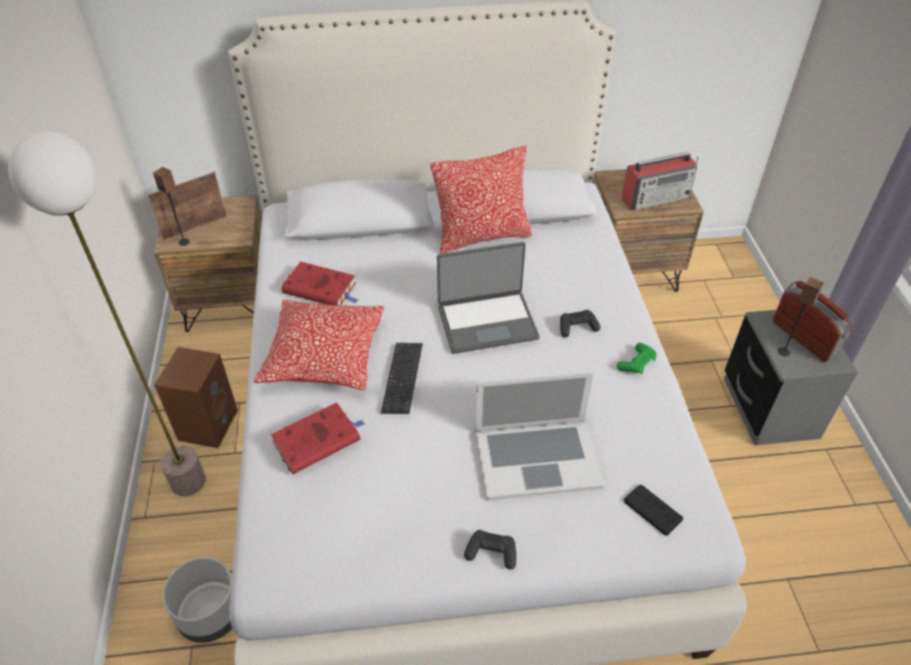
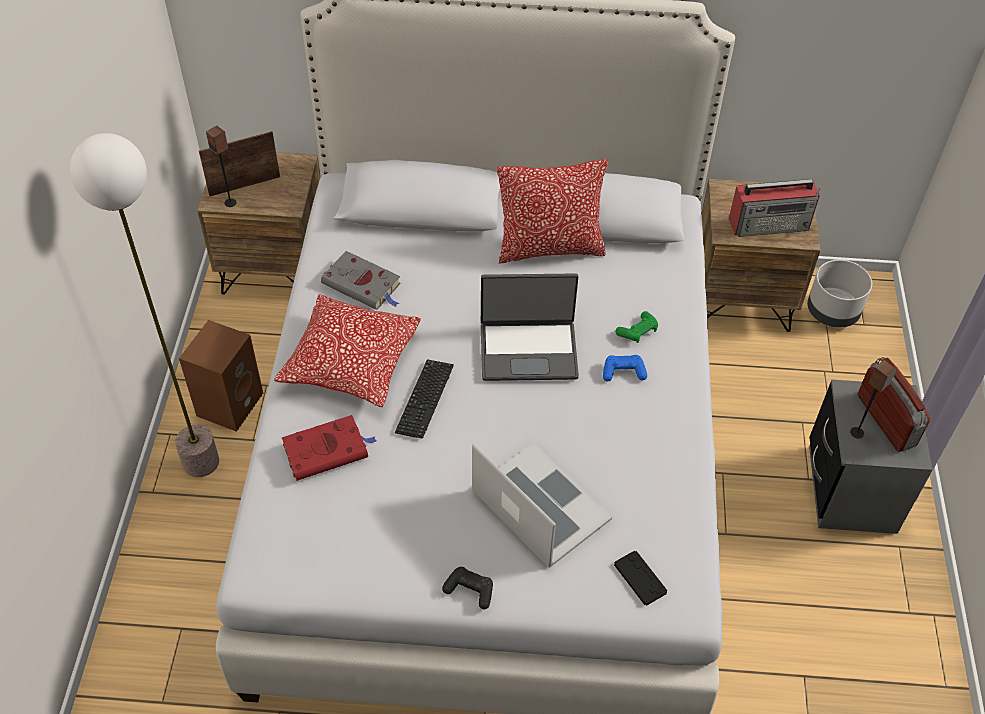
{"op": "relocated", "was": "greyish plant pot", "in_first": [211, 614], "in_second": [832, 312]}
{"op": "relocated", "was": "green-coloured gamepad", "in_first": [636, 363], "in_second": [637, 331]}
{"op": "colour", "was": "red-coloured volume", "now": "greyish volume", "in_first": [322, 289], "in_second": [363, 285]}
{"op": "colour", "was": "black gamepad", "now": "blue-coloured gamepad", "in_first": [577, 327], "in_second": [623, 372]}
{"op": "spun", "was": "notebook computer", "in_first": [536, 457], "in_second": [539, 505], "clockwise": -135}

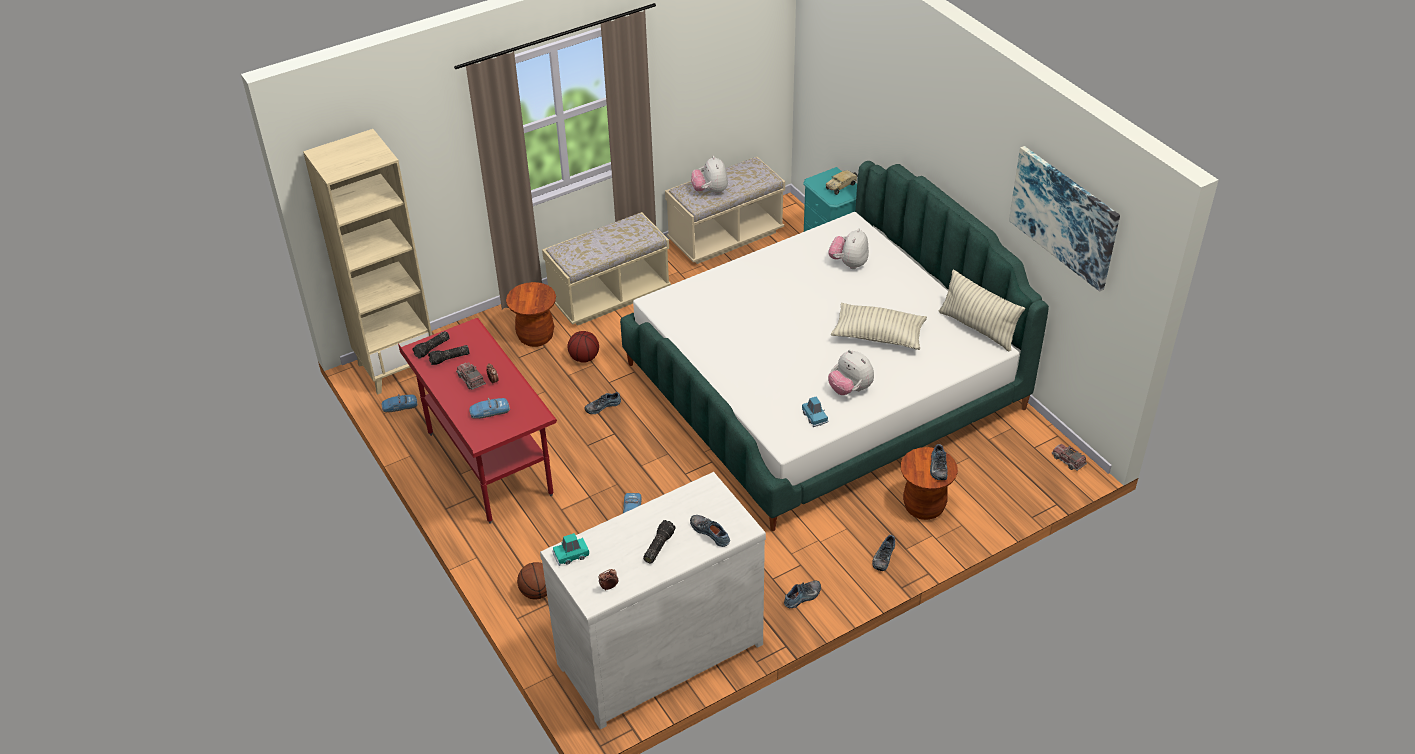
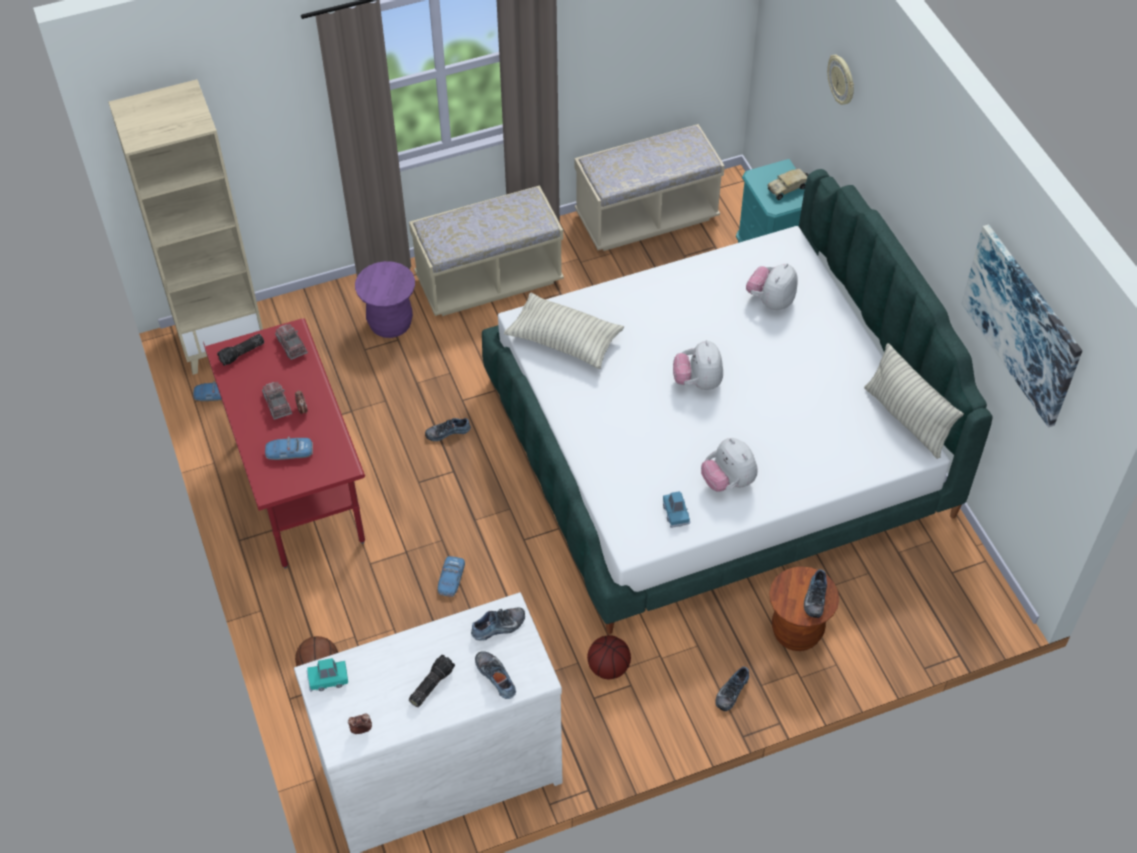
{"op": "missing", "was": "flashlight", "in_first": [449, 359]}
{"op": "appeared", "now": "hanging clock", "in_second": [842, 80]}
{"op": "relocated", "was": "basketball", "in_first": [584, 358], "in_second": [608, 667]}
{"op": "relocated", "was": "cuddly toy", "in_first": [710, 191], "in_second": [698, 382]}
{"op": "relocated", "was": "low shoe", "in_first": [803, 597], "in_second": [499, 627]}
{"op": "relocated", "was": "cushion", "in_first": [878, 336], "in_second": [564, 340]}
{"op": "relocated", "was": "model truck", "in_first": [1068, 460], "in_second": [291, 345]}
{"op": "colour", "was": "brown stool", "now": "purple stool", "in_first": [536, 336], "in_second": [390, 324]}

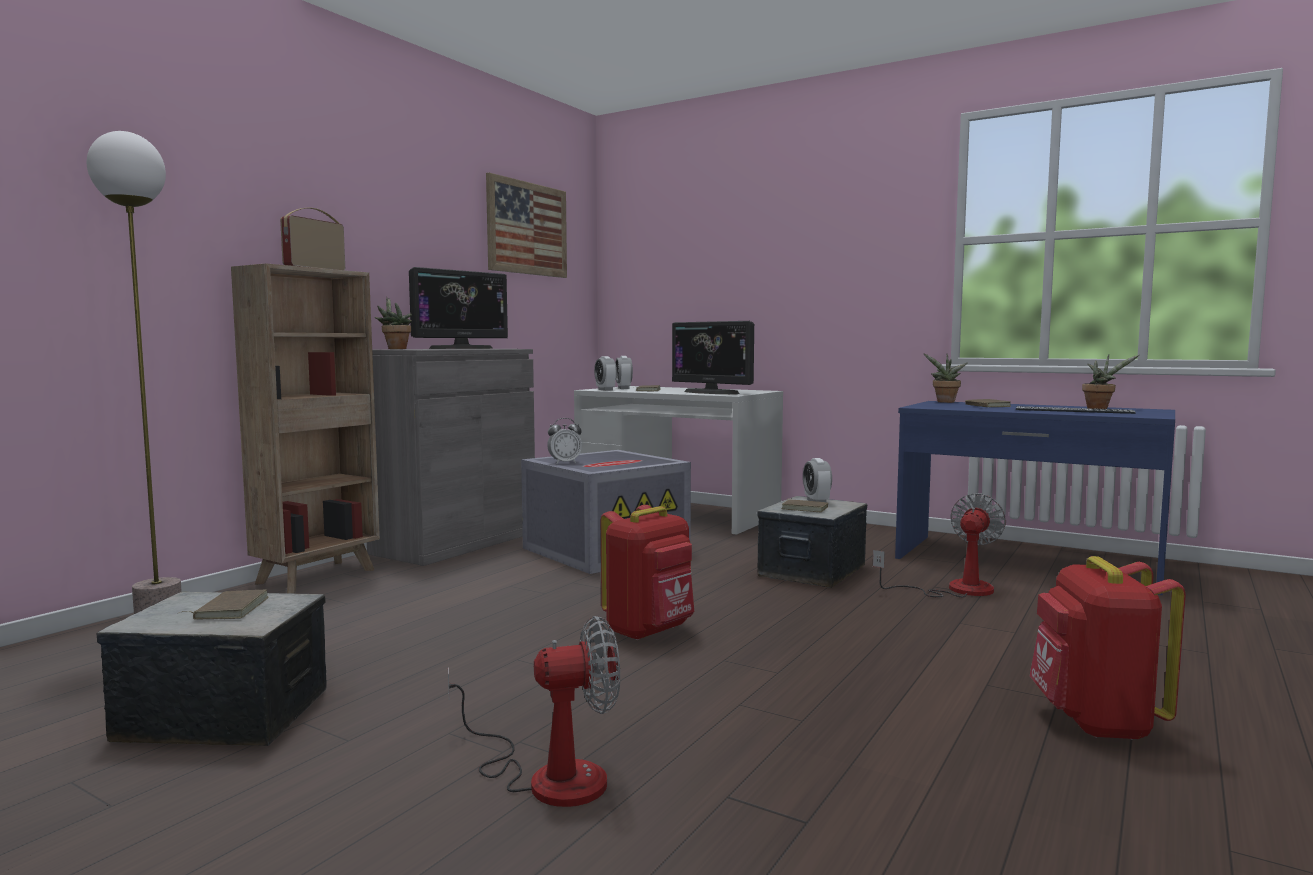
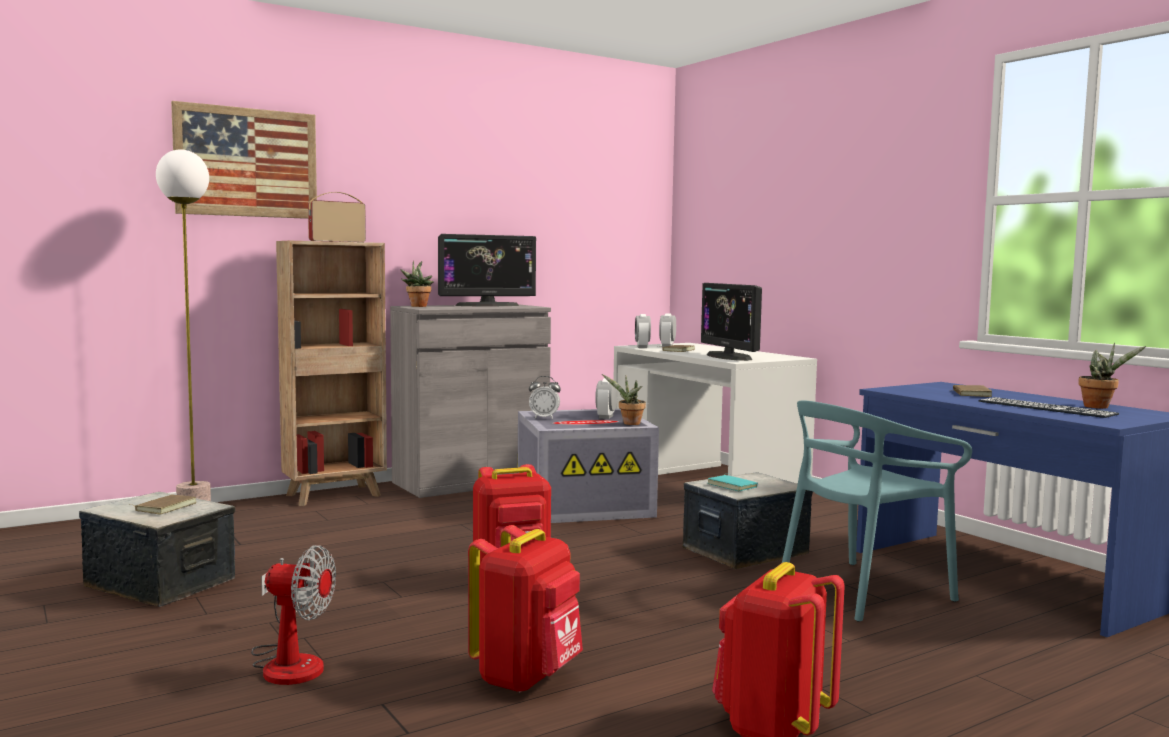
{"op": "appeared", "now": "red-coloured backpack", "in_second": [527, 677]}
{"op": "relocated", "was": "picture", "in_first": [527, 228], "in_second": [246, 162]}
{"op": "relocated", "was": "table clock", "in_first": [816, 501], "in_second": [606, 417]}
{"op": "relocated", "was": "plant in a pot", "in_first": [945, 402], "in_second": [629, 423]}
{"op": "exchanged", "was": "cooling fan", "now": "turquoise plain chair", "in_first": [955, 590], "in_second": [862, 591]}
{"op": "colour", "was": "brown volume", "now": "turquoise volume", "in_first": [805, 508], "in_second": [733, 485]}

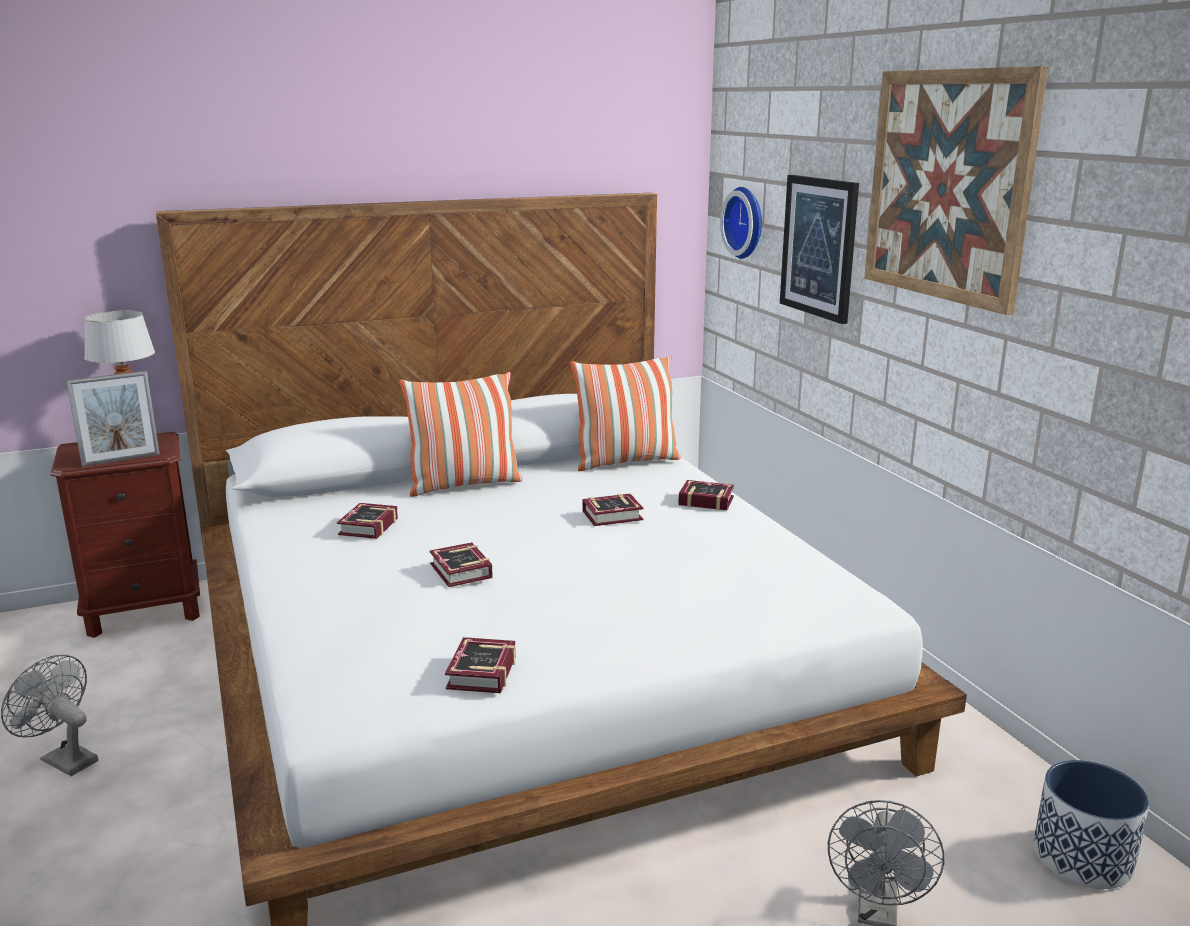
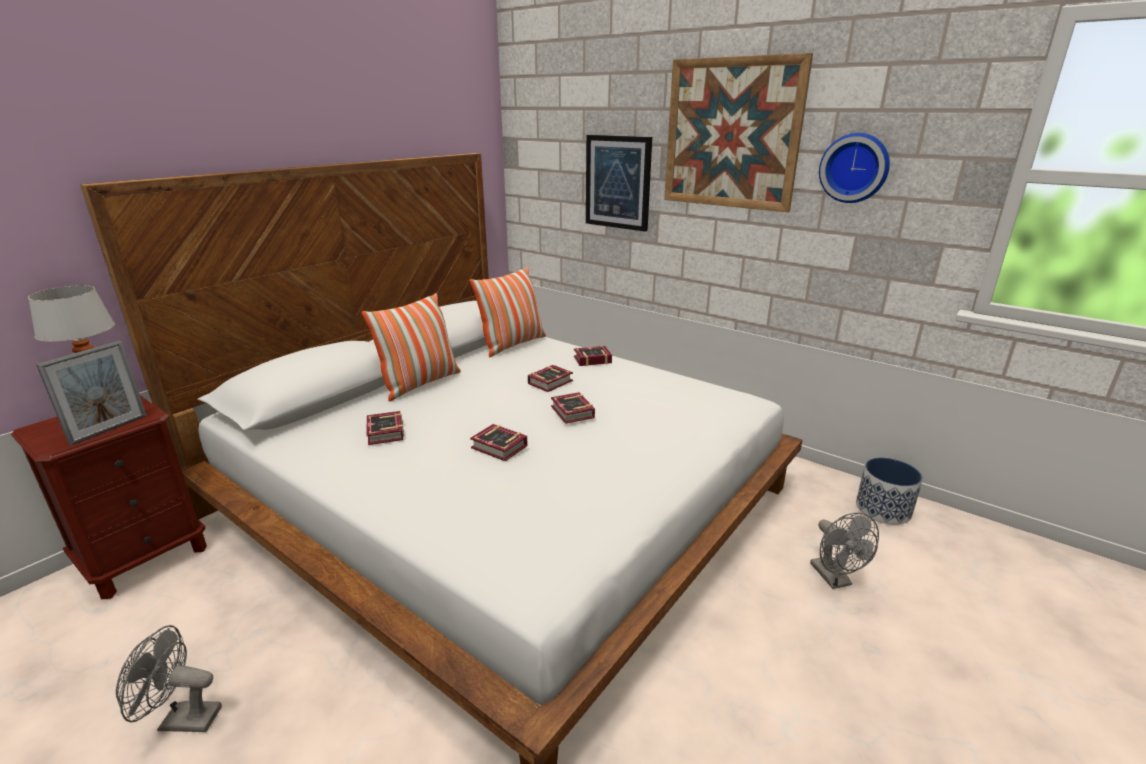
{"op": "relocated", "was": "volume", "in_first": [479, 674], "in_second": [572, 413]}
{"op": "relocated", "was": "hanging clock", "in_first": [747, 222], "in_second": [854, 168]}

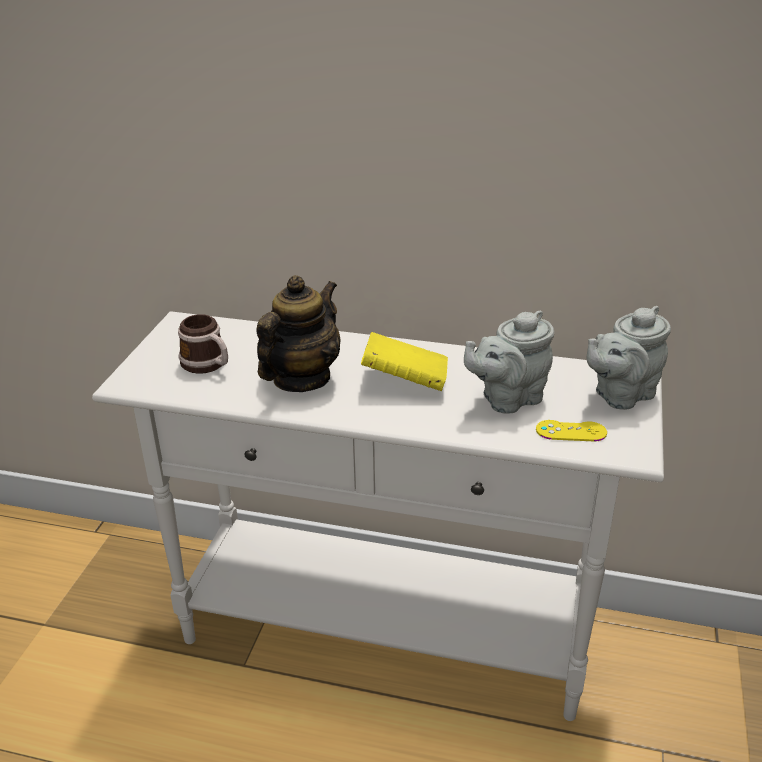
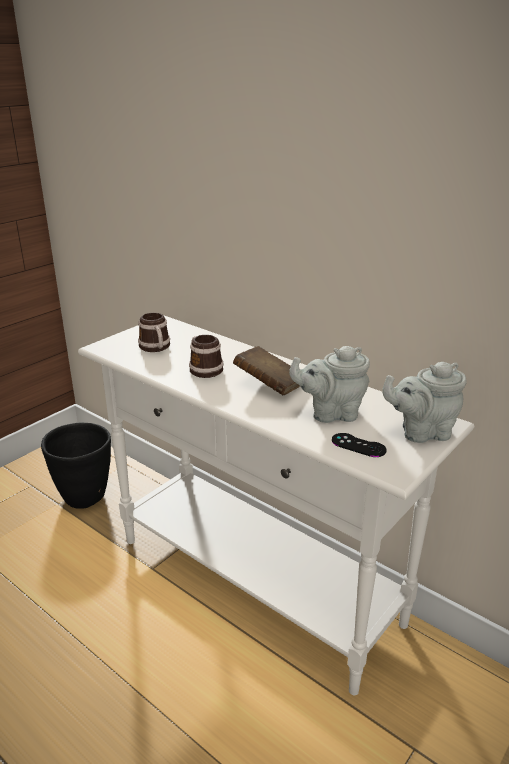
{"op": "appeared", "now": "black plant pot", "in_second": [85, 497]}
{"op": "exchanged", "was": "tea pot", "now": "coffee mug", "in_first": [301, 379], "in_second": [203, 368]}
{"op": "colour", "was": "yellow volume", "now": "brown volume", "in_first": [405, 381], "in_second": [269, 385]}
{"op": "colour", "was": "yellow gamepad", "now": "black gamepad", "in_first": [571, 431], "in_second": [358, 445]}

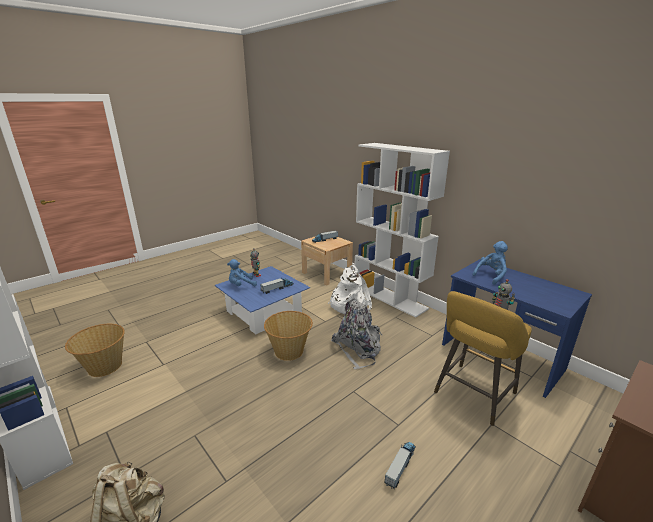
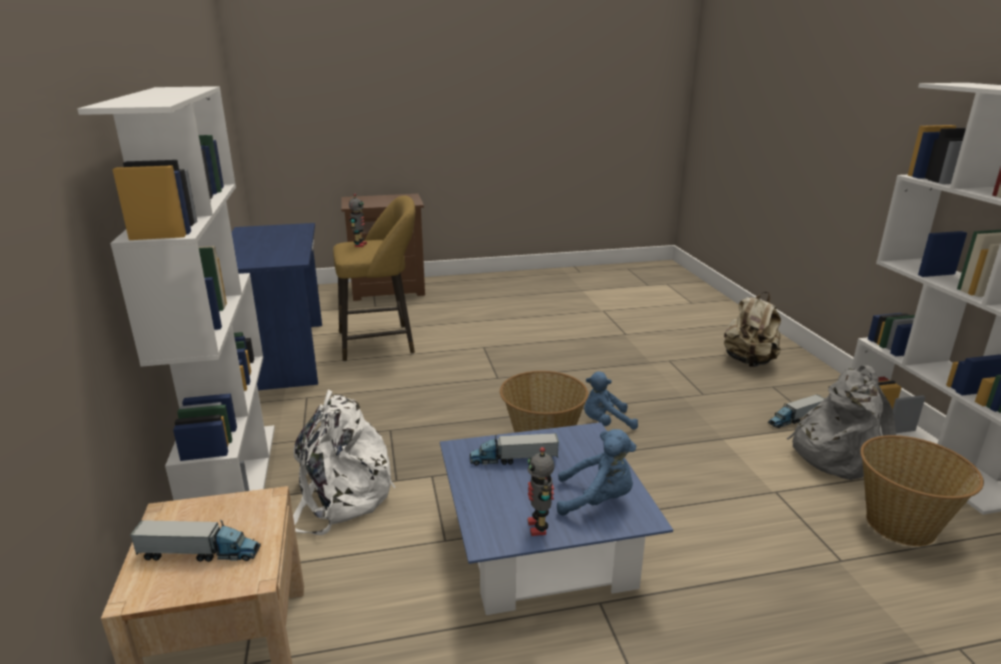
{"op": "relocated", "was": "greyish backpack", "in_first": [358, 348], "in_second": [838, 454]}
{"op": "relocated", "was": "model truck", "in_first": [400, 466], "in_second": [795, 419]}
{"op": "relocated", "was": "blue-coloured cuddly toy", "in_first": [491, 276], "in_second": [605, 423]}

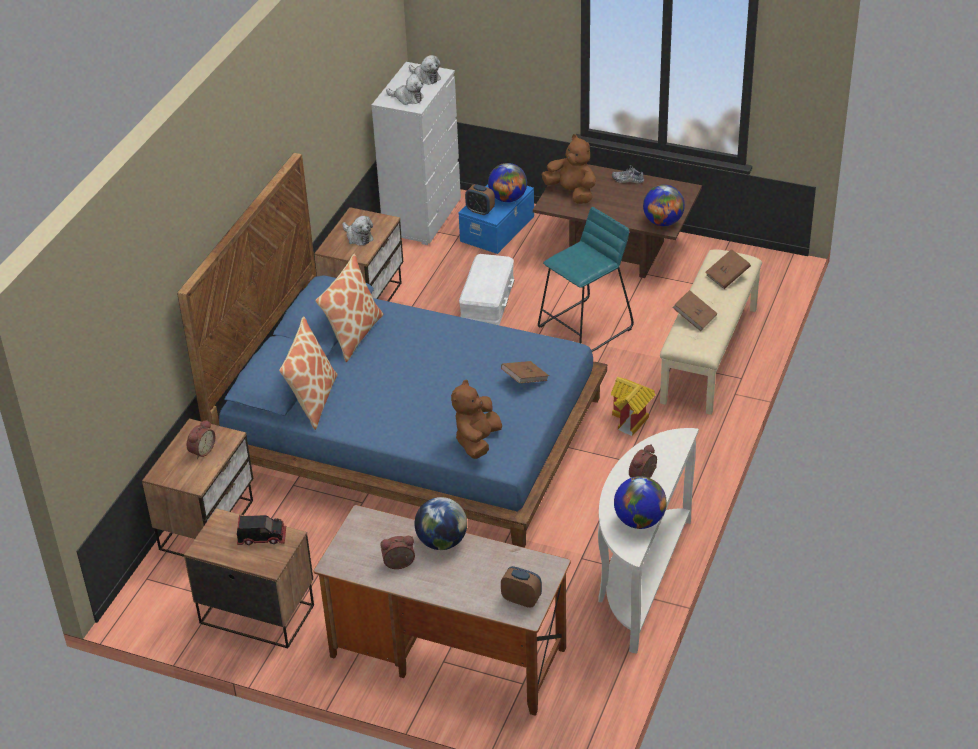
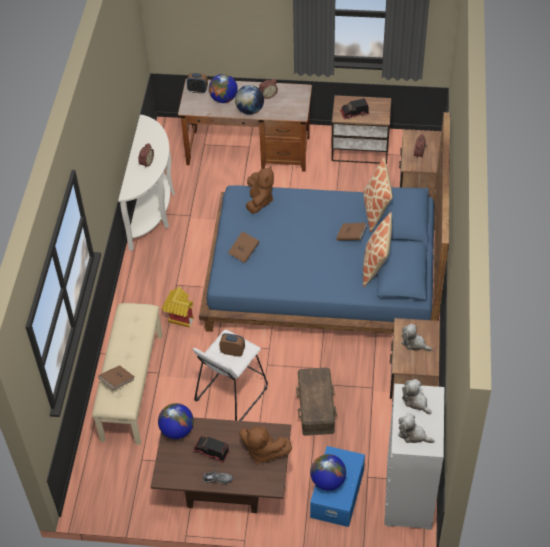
{"op": "appeared", "now": "model truck", "in_second": [211, 452]}
{"op": "relocated", "was": "table clock", "in_first": [480, 211], "in_second": [232, 351]}
{"op": "relocated", "was": "world globe", "in_first": [639, 521], "in_second": [224, 99]}
{"op": "relocated", "was": "brown volume", "in_first": [694, 318], "in_second": [351, 236]}
{"op": "colour", "was": "whitish storage bin", "now": "brown storage bin", "in_first": [486, 300], "in_second": [316, 407]}
{"op": "colour", "was": "turquoise stool", "now": "whitish stool", "in_first": [585, 328], "in_second": [231, 394]}
{"op": "spun", "was": "cuddly toy", "in_first": [407, 98], "in_second": [416, 401], "clockwise": 45}

